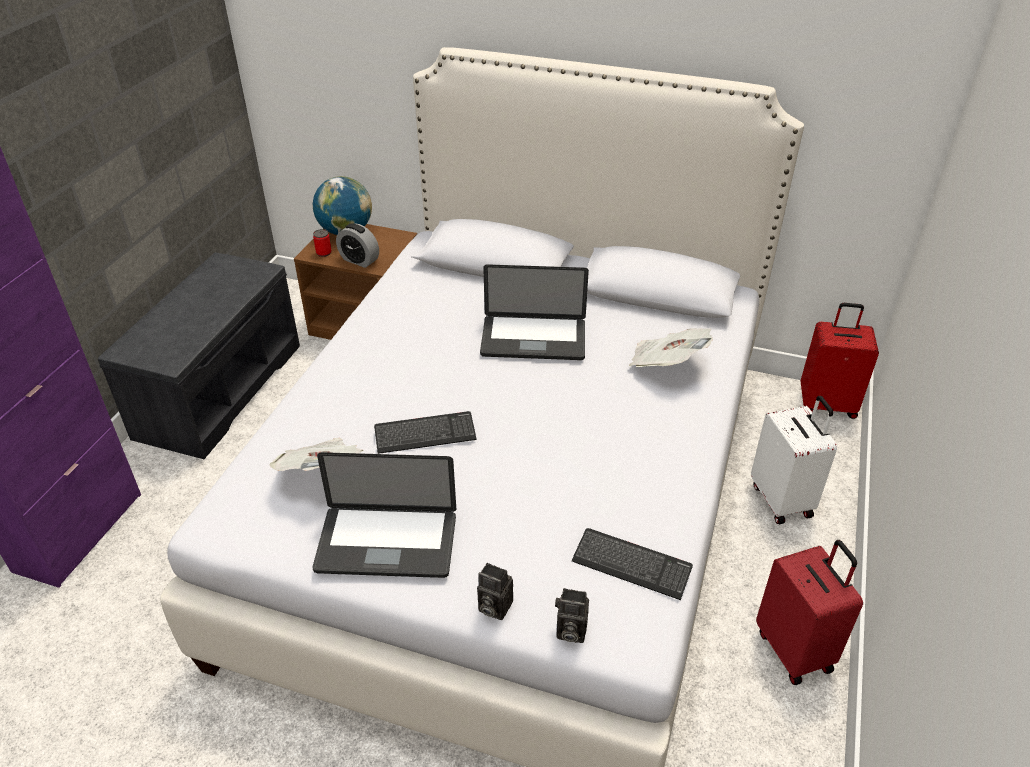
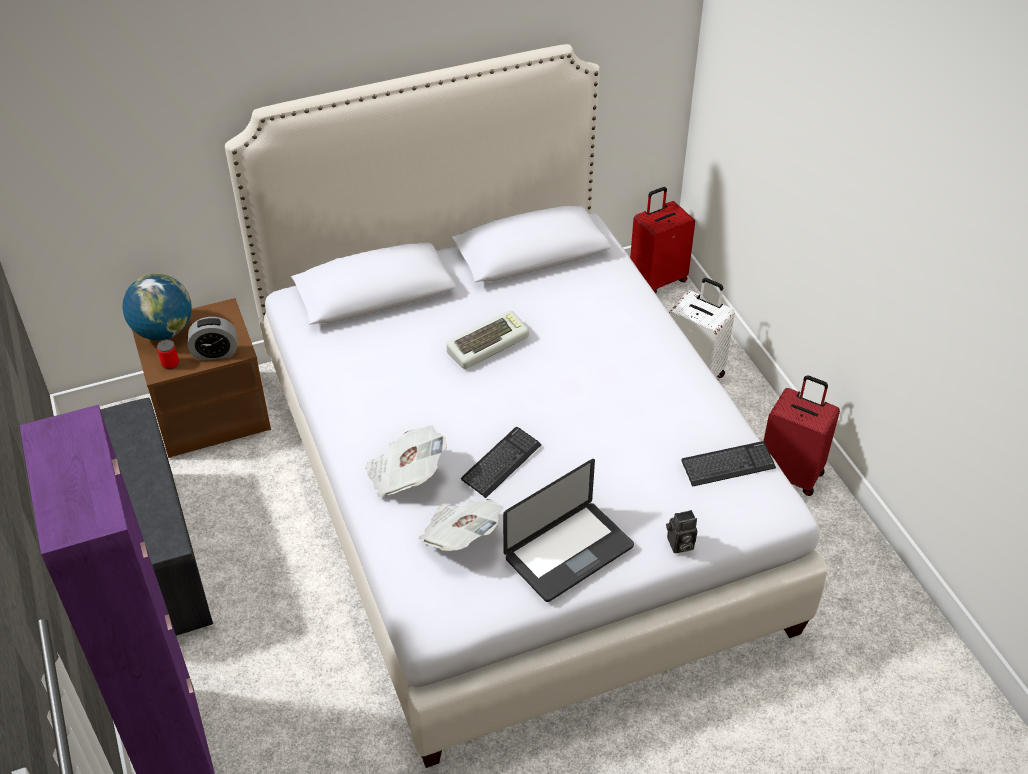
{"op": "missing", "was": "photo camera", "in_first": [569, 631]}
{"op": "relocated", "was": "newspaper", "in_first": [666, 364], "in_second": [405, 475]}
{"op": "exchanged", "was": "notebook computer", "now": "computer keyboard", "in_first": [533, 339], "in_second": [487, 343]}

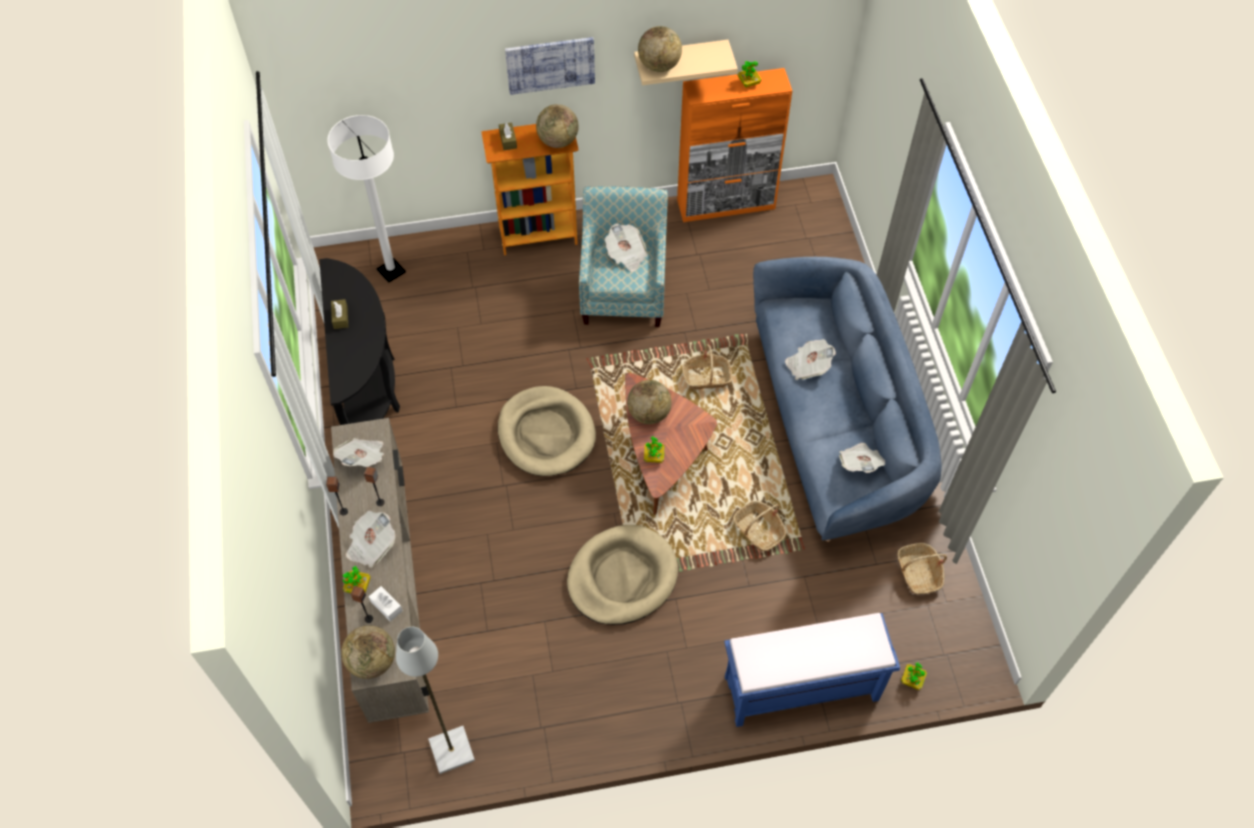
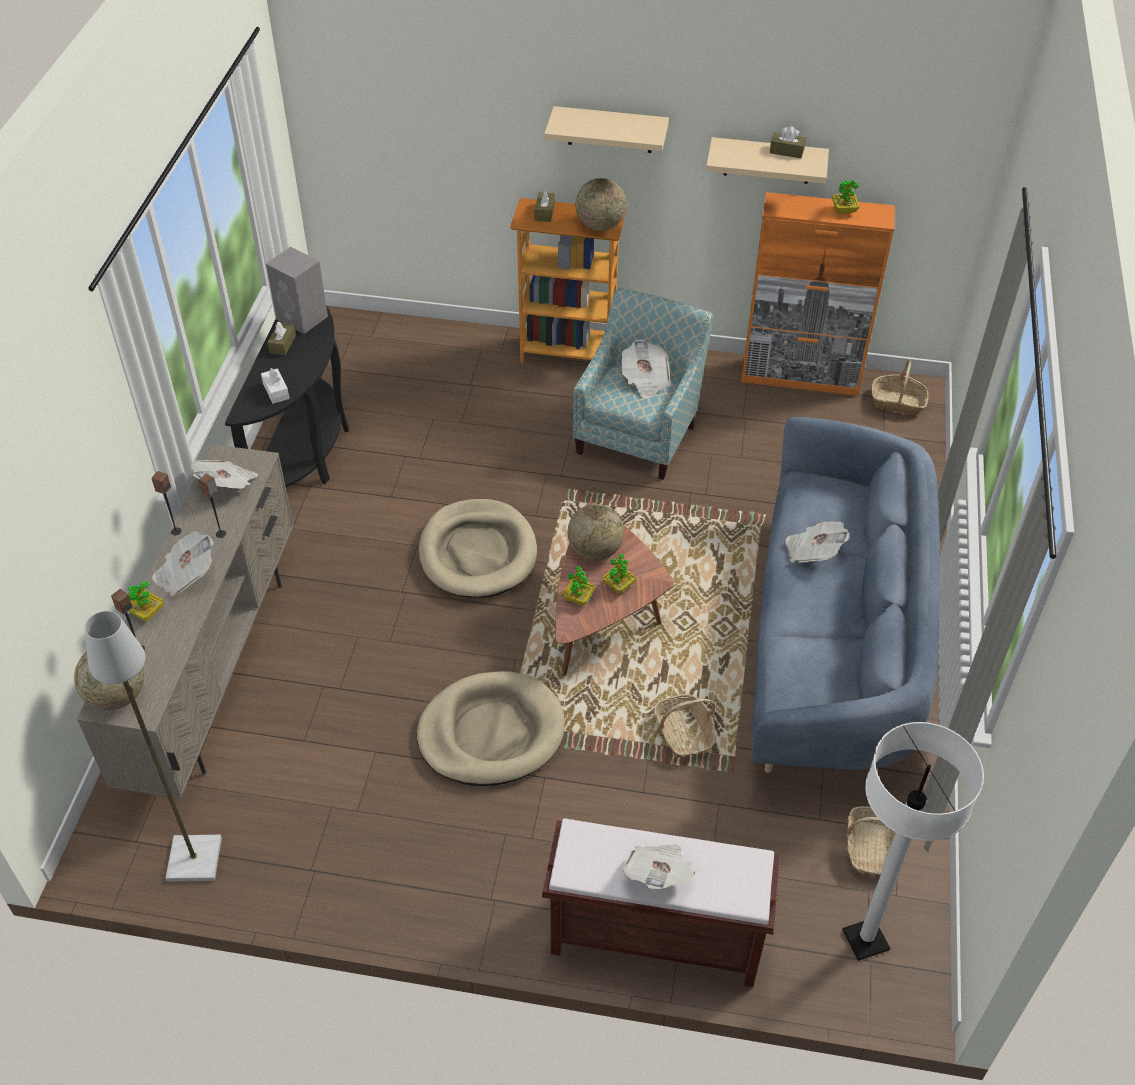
{"op": "missing", "was": "world globe", "in_first": [659, 65]}
{"op": "appeared", "now": "greyish audio speaker", "in_second": [303, 318]}
{"op": "appeared", "now": "brown box of tissues", "in_second": [787, 151]}
{"op": "relocated", "was": "whitish floor lamp", "in_first": [391, 271], "in_second": [865, 940]}
{"op": "relocated", "was": "whitish box of tissues", "in_first": [386, 606], "in_second": [276, 391]}
{"op": "relocated", "was": "basket", "in_first": [706, 377], "in_second": [897, 402]}
{"op": "relocated", "was": "newspaper", "in_first": [860, 464], "in_second": [659, 874]}
{"op": "relocated", "was": "plant in a pot", "in_first": [912, 680], "in_second": [619, 585]}
{"op": "exchanged", "was": "picture", "now": "beige-coloured bracket shelf", "in_first": [550, 64], "in_second": [610, 130]}
{"op": "colour", "was": "blue-coloured bench", "now": "brown bench", "in_first": [799, 689], "in_second": [653, 937]}

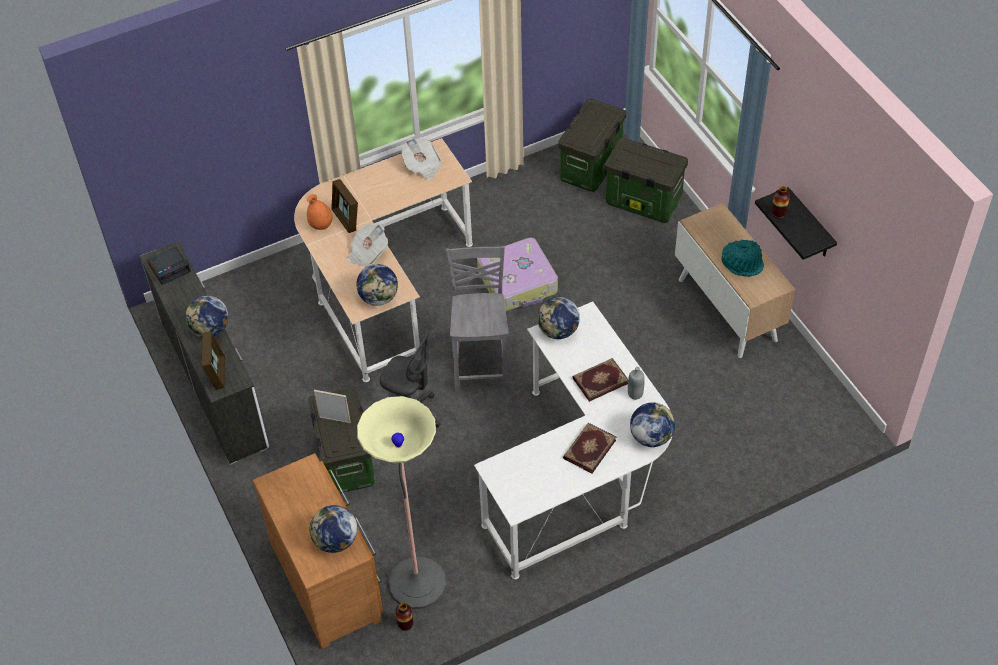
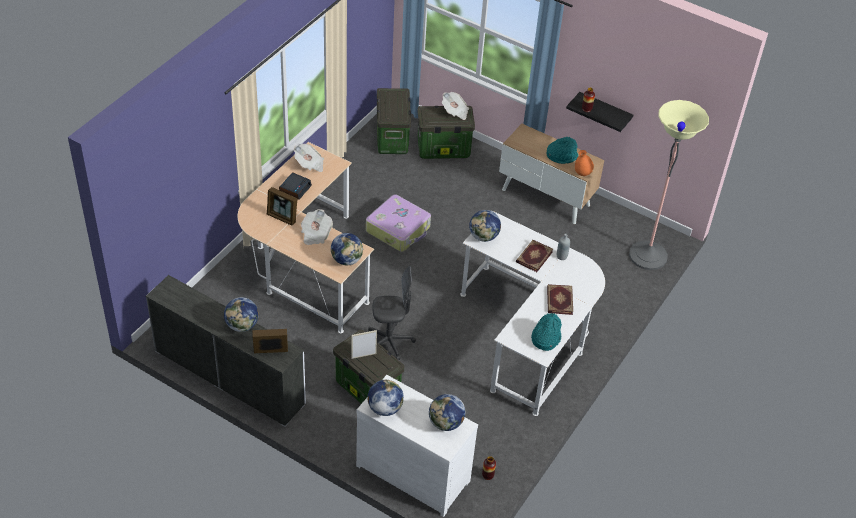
{"op": "missing", "was": "greyish plain chair", "in_first": [481, 364]}
{"op": "appeared", "now": "newspaper", "in_second": [455, 112]}
{"op": "appeared", "now": "turquoise hat", "in_second": [545, 338]}
{"op": "relocated", "was": "table clock", "in_first": [170, 268], "in_second": [295, 188]}
{"op": "relocated", "was": "orangey flower vase", "in_first": [321, 225], "in_second": [582, 173]}
{"op": "relocated", "was": "floor lamp", "in_first": [417, 583], "in_second": [648, 256]}
{"op": "relocated", "was": "world globe", "in_first": [651, 437], "in_second": [384, 408]}
{"op": "colour", "was": "brown chest of drawers", "now": "whitish chest of drawers", "in_first": [328, 579], "in_second": [414, 470]}
{"op": "spun", "was": "picture frame", "in_first": [217, 373], "in_second": [270, 352], "clockwise": -60}

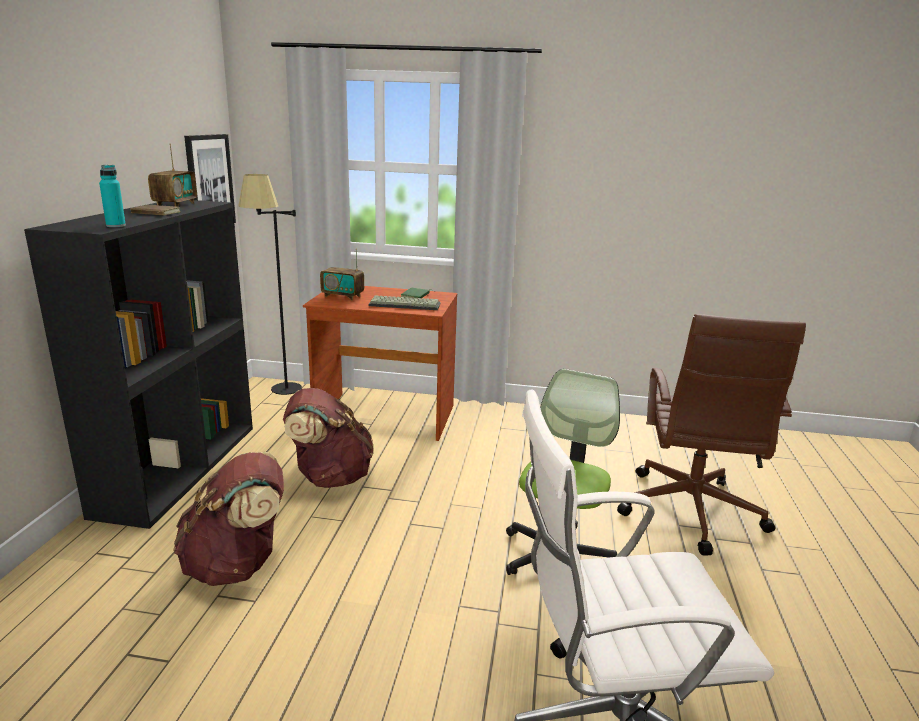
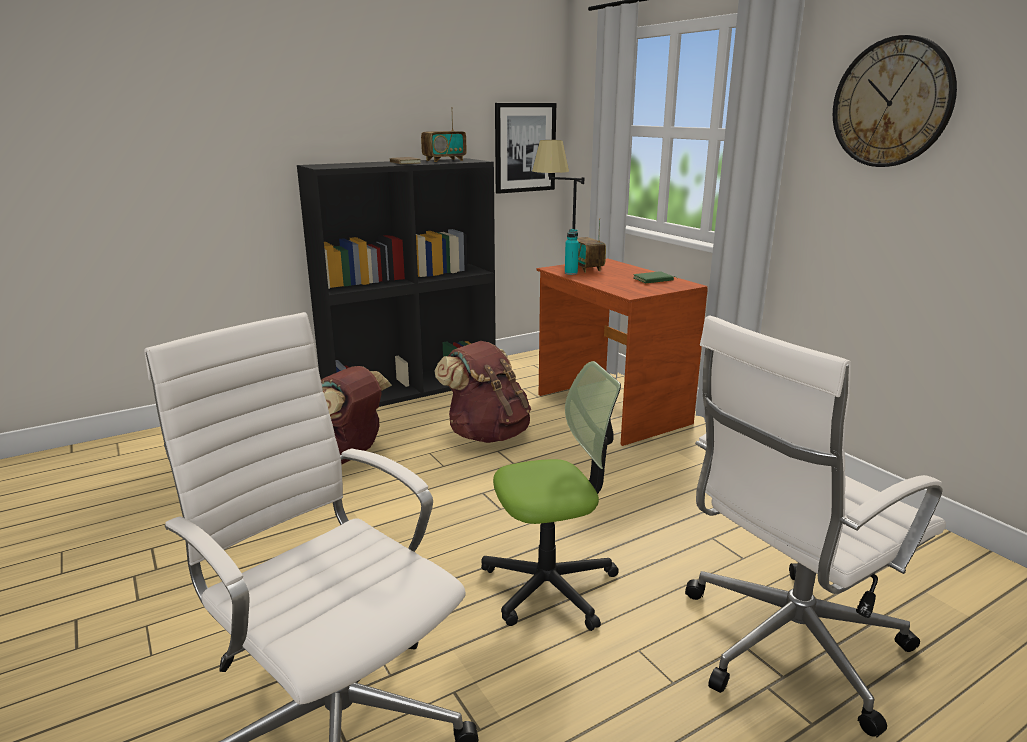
{"op": "missing", "was": "computer keyboard", "in_first": [405, 304]}
{"op": "appeared", "now": "hanging clock", "in_second": [892, 103]}
{"op": "relocated", "was": "turquoise bottle", "in_first": [116, 226], "in_second": [571, 273]}
{"op": "colour", "was": "brown office chair", "now": "whitish office chair", "in_first": [690, 513], "in_second": [786, 645]}

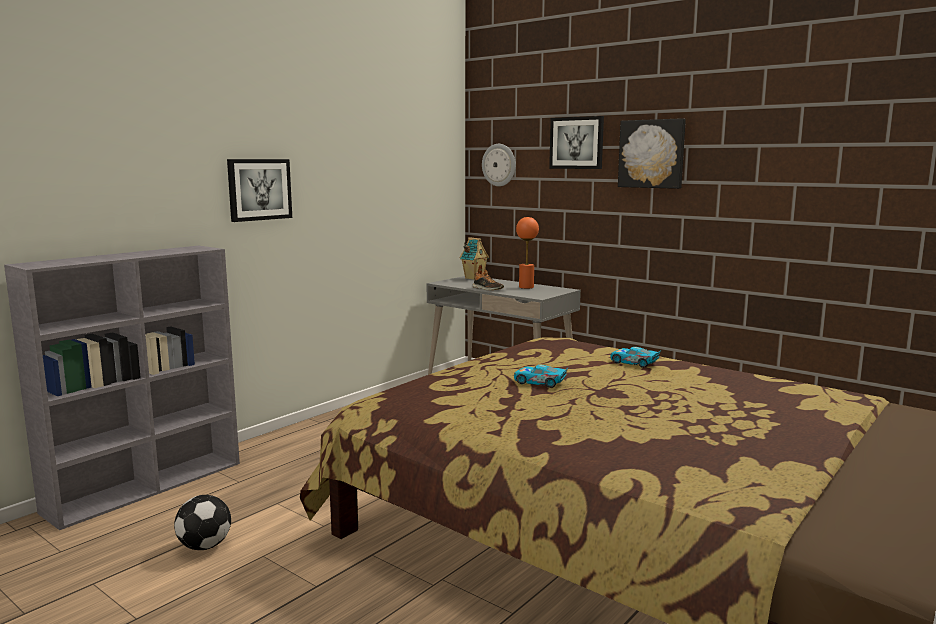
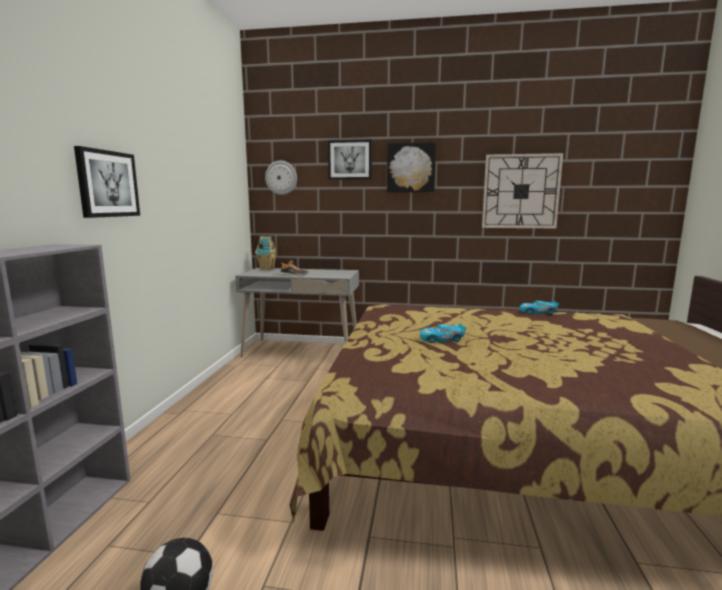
{"op": "missing", "was": "orangey lamp for a table", "in_first": [526, 287]}
{"op": "appeared", "now": "hanging clock", "in_second": [520, 191]}
{"op": "relocated", "was": "model car", "in_first": [634, 363], "in_second": [537, 312]}

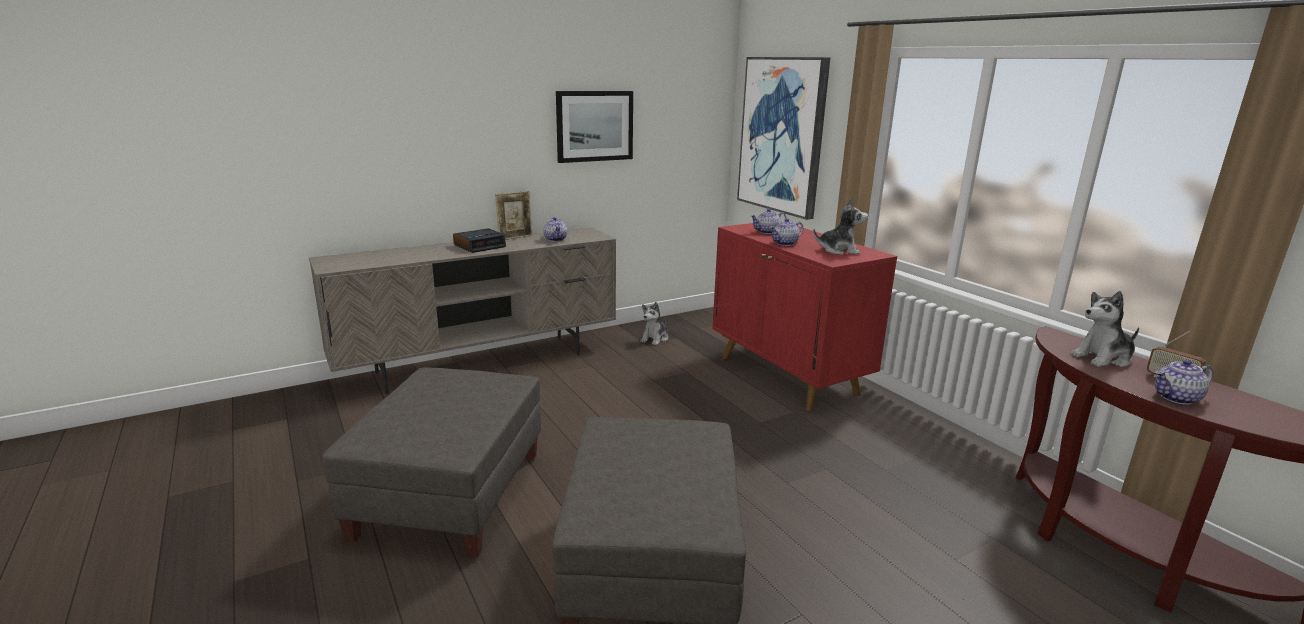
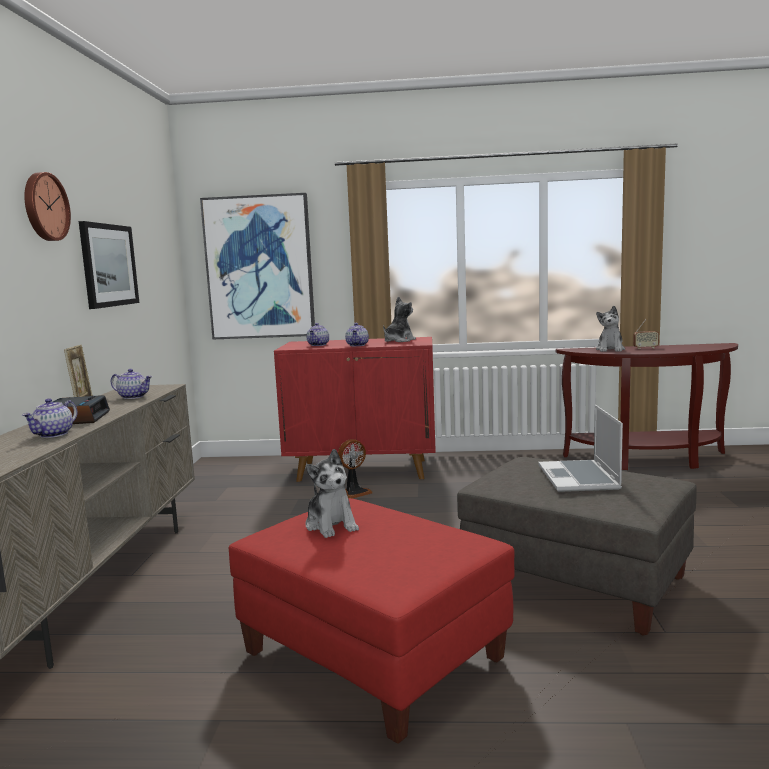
{"op": "appeared", "now": "hanging clock", "in_second": [44, 207]}
{"op": "appeared", "now": "cooling fan", "in_second": [354, 493]}
{"op": "appeared", "now": "notebook computer", "in_second": [579, 478]}
{"op": "relocated", "was": "cuddly toy", "in_first": [655, 339], "in_second": [331, 525]}
{"op": "relocated", "was": "tea pot", "in_first": [1176, 398], "in_second": [53, 434]}
{"op": "colour", "was": "greyish pouffe", "now": "red-coloured pouffe", "in_first": [450, 496], "in_second": [372, 657]}

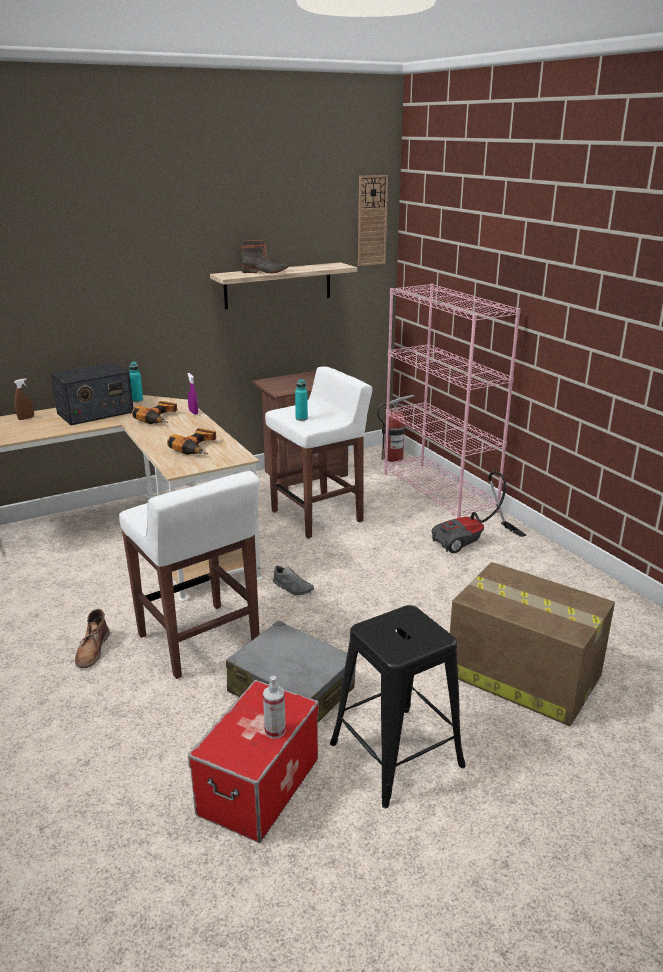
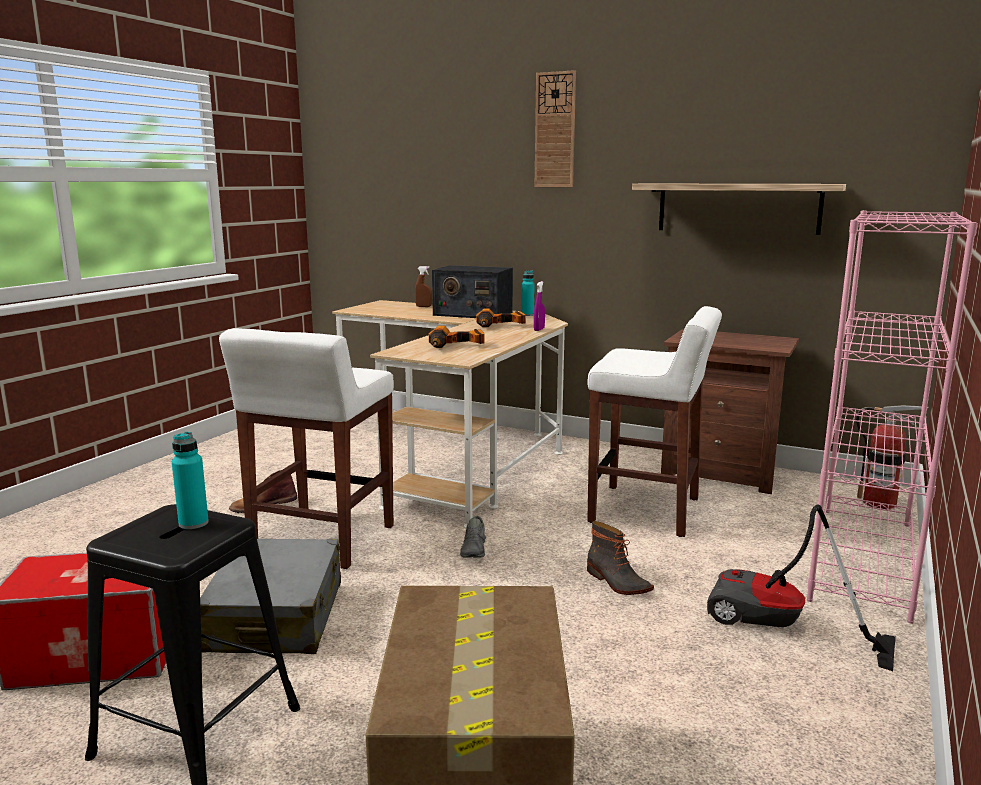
{"op": "missing", "was": "hand sprayer", "in_first": [275, 731]}
{"op": "relocated", "was": "tall boot", "in_first": [265, 272], "in_second": [617, 582]}
{"op": "relocated", "was": "turquoise bottle", "in_first": [301, 418], "in_second": [193, 523]}
{"op": "relocated", "was": "hanging clock", "in_first": [372, 221], "in_second": [555, 130]}

